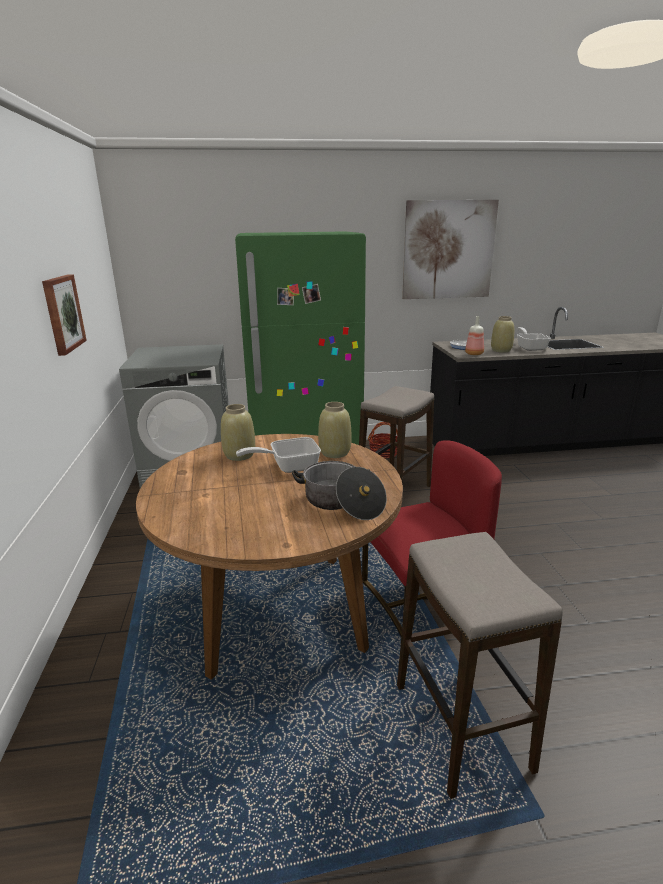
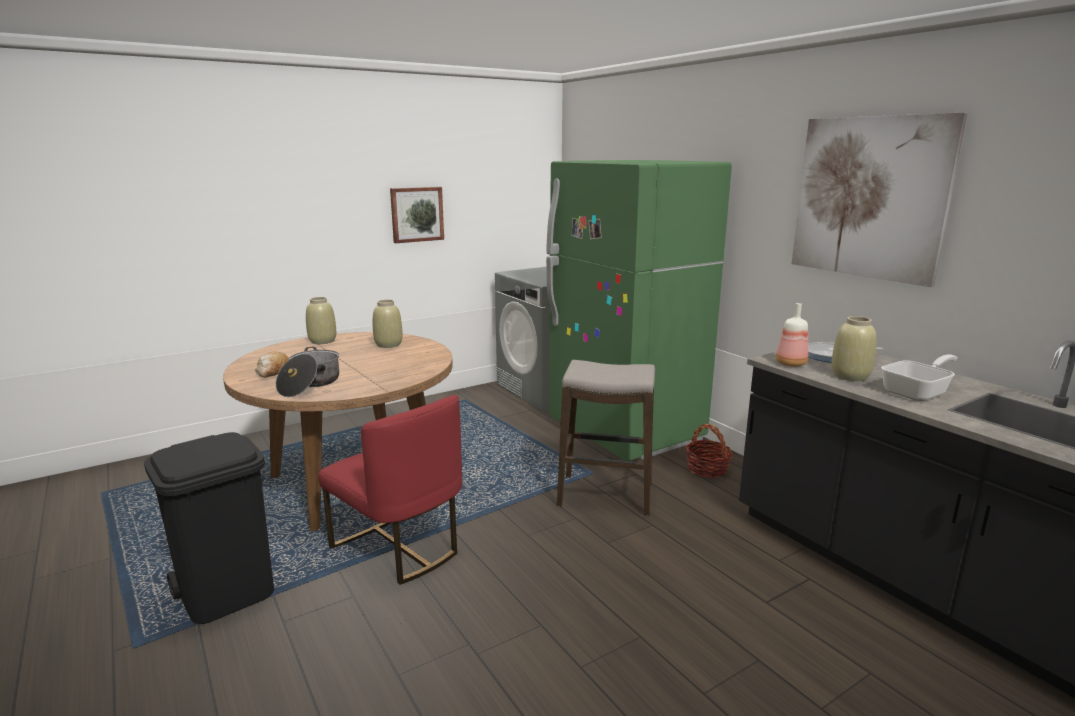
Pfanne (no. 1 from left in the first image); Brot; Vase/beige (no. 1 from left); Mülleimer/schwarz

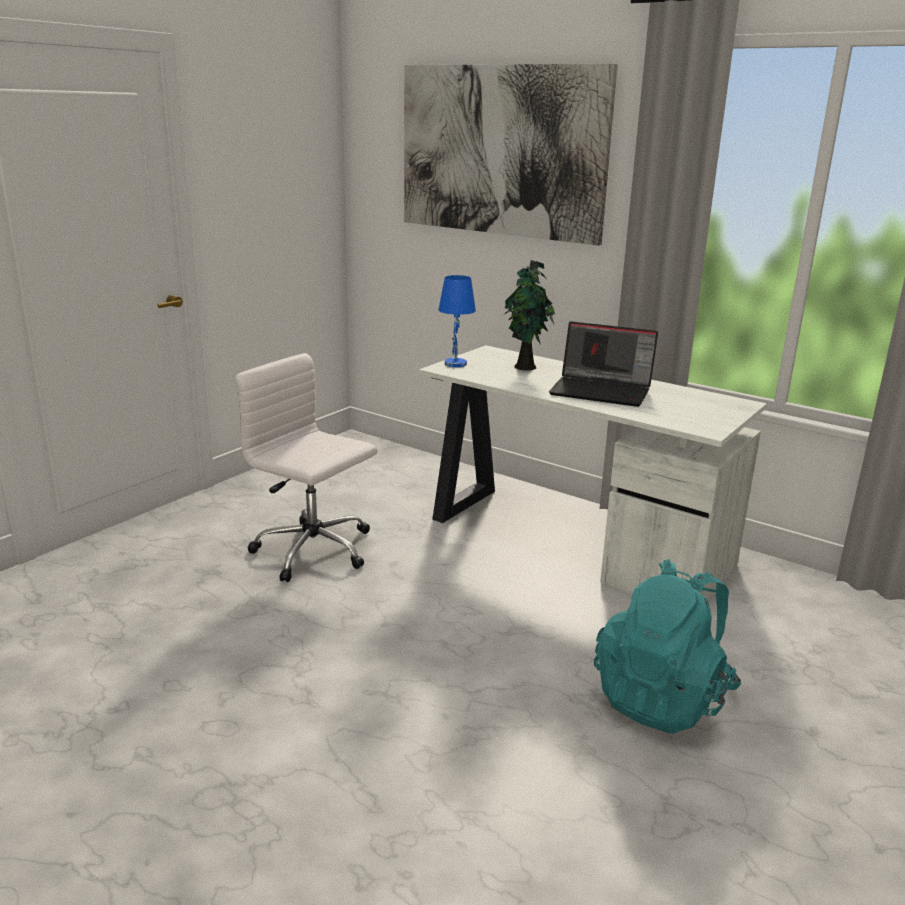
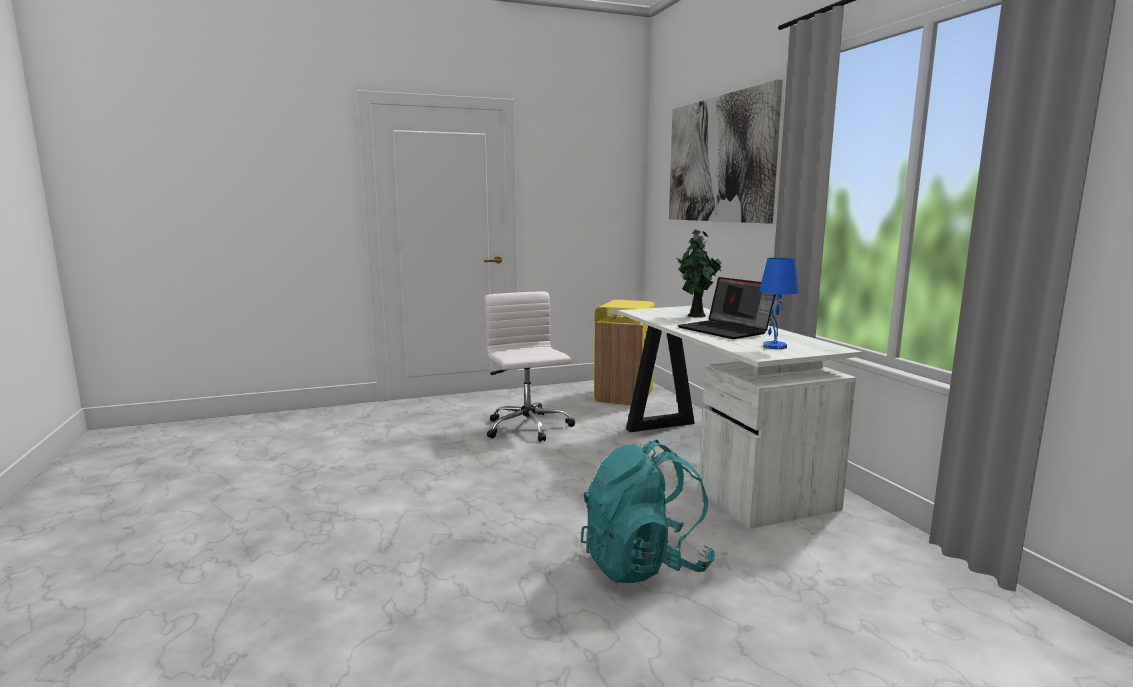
Mülleimer/gelb; Tischlampe/blau

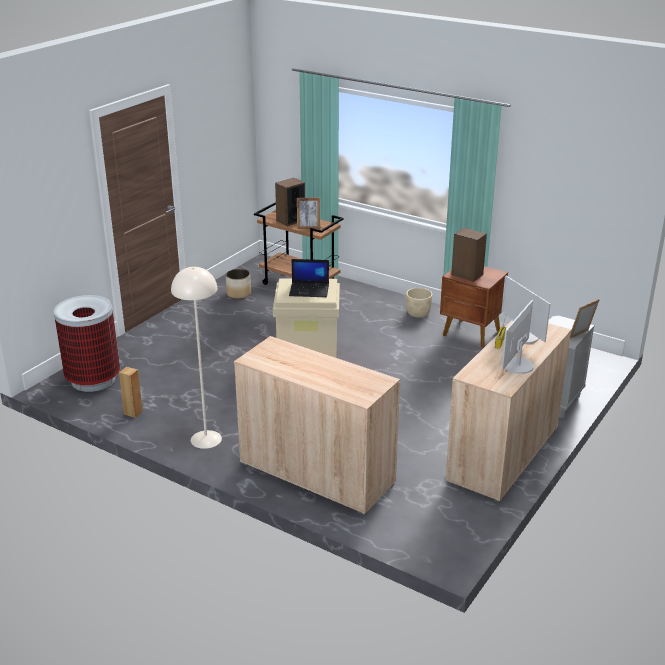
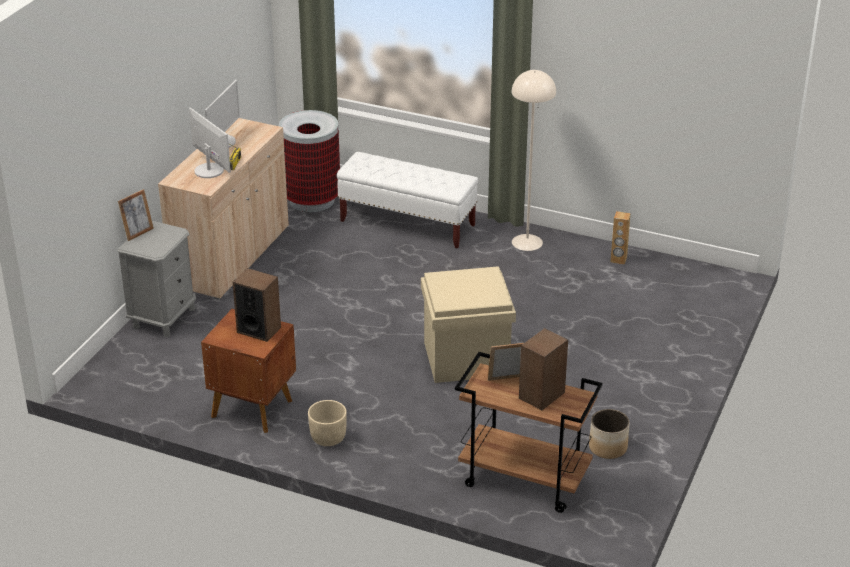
Laptop; Mülleimer; Bank/weiß

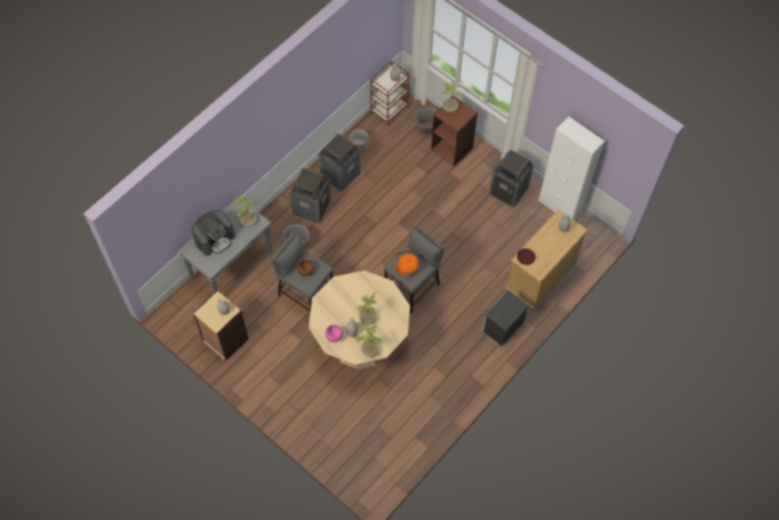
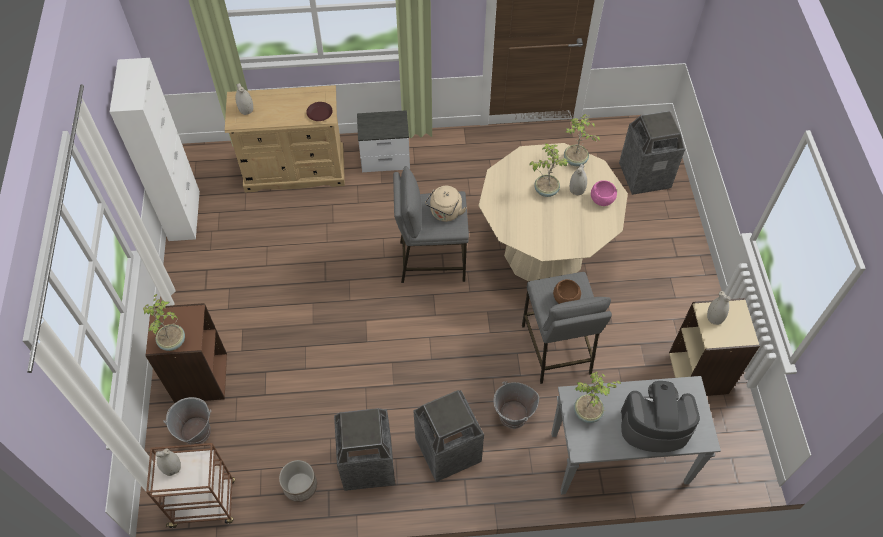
Mülleimer (no. 3 from left); Wasserkessel/beige

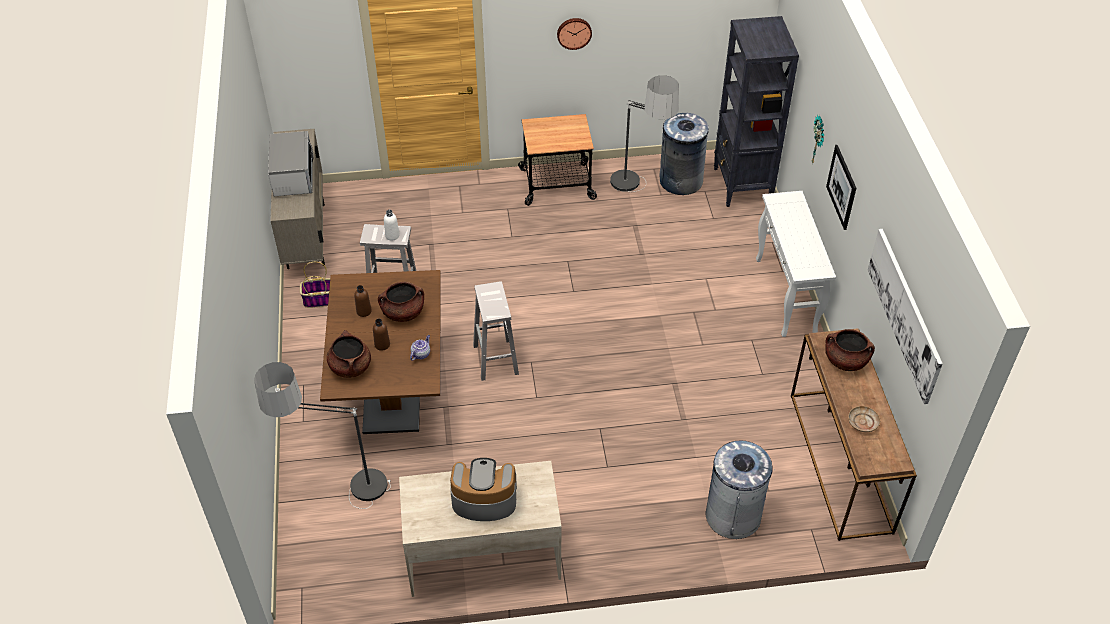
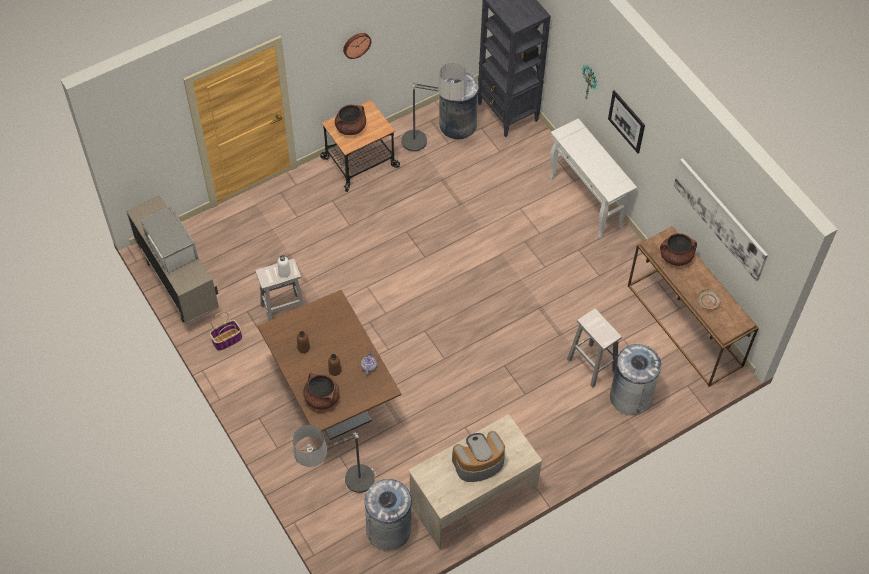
Mülleimer/grau (no. 1 from left); Kochtopf/braun (no. 2 from left); Hocker/weiß (no. 2 from left)

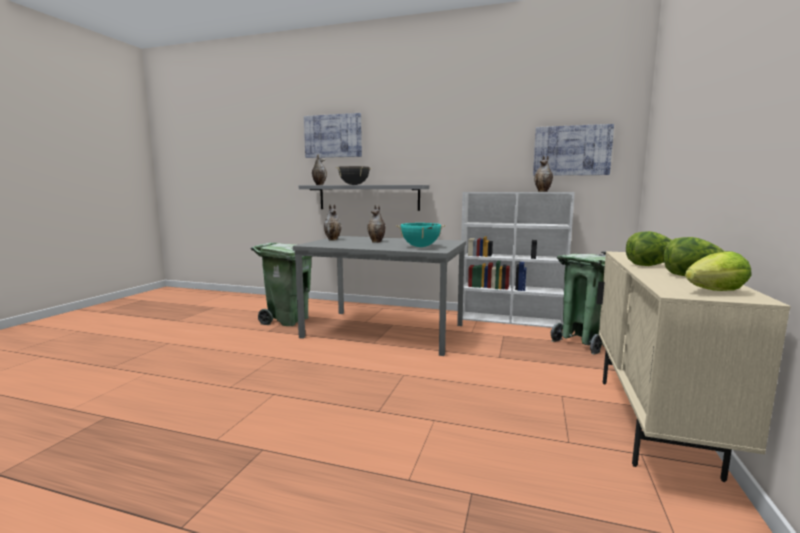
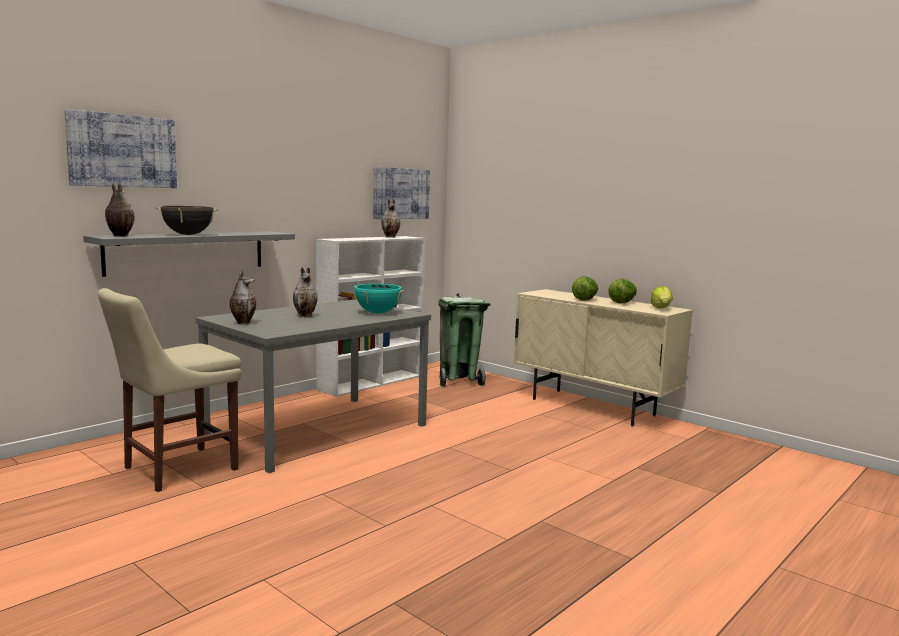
Stuhl/beige

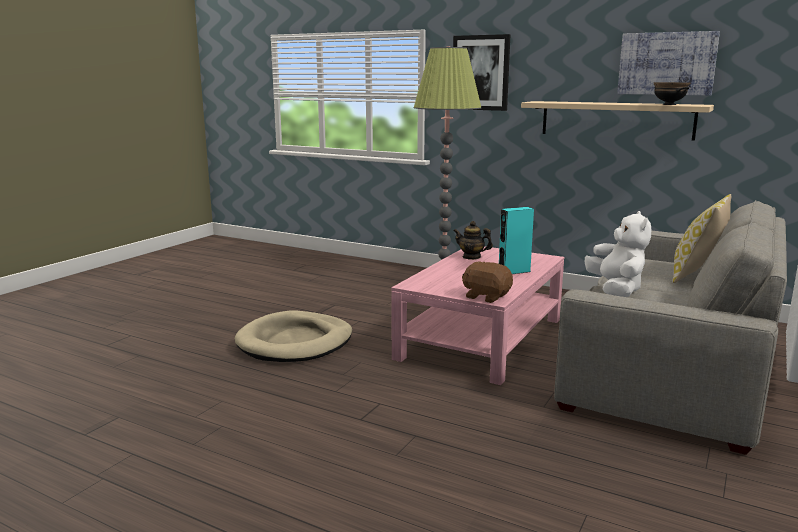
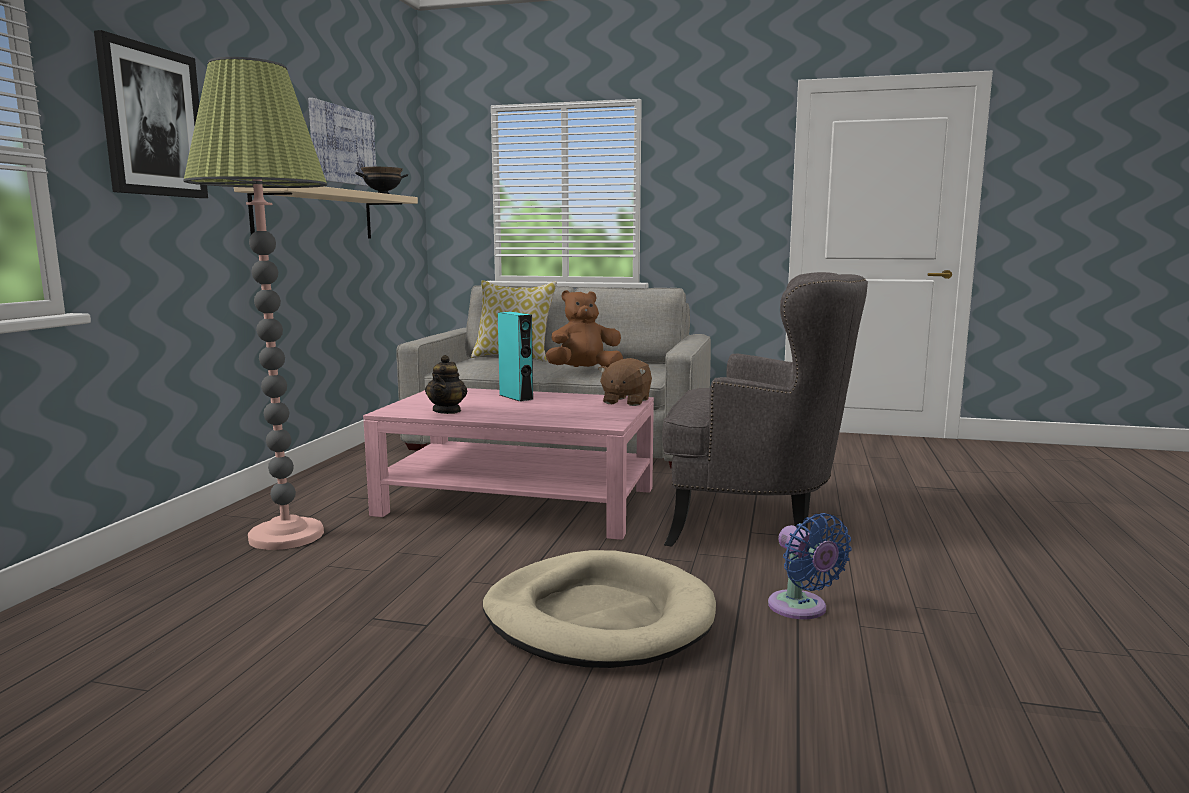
Sessel/grau; Ventilator/blau; Plüschtier/braun (no. 1 from left)

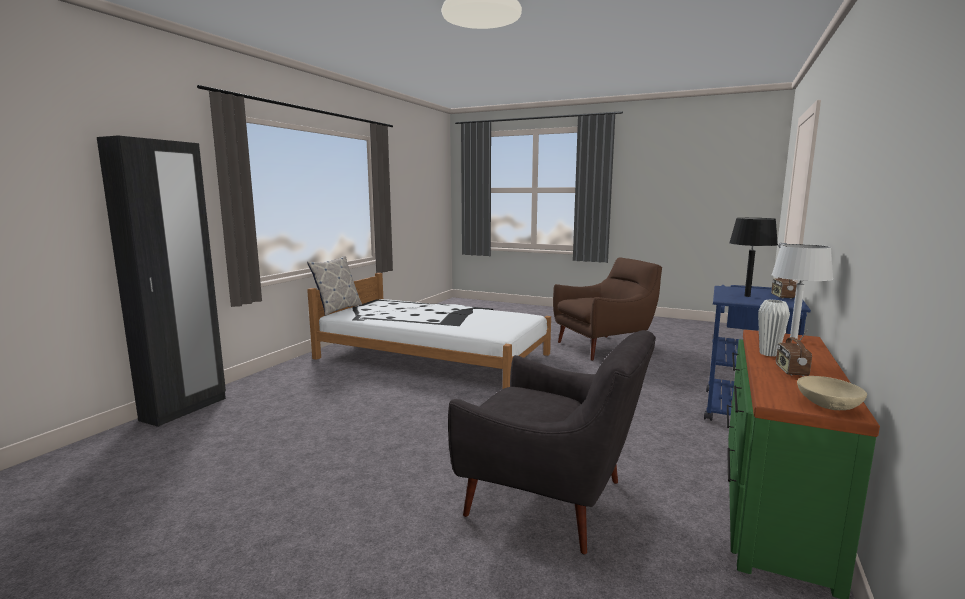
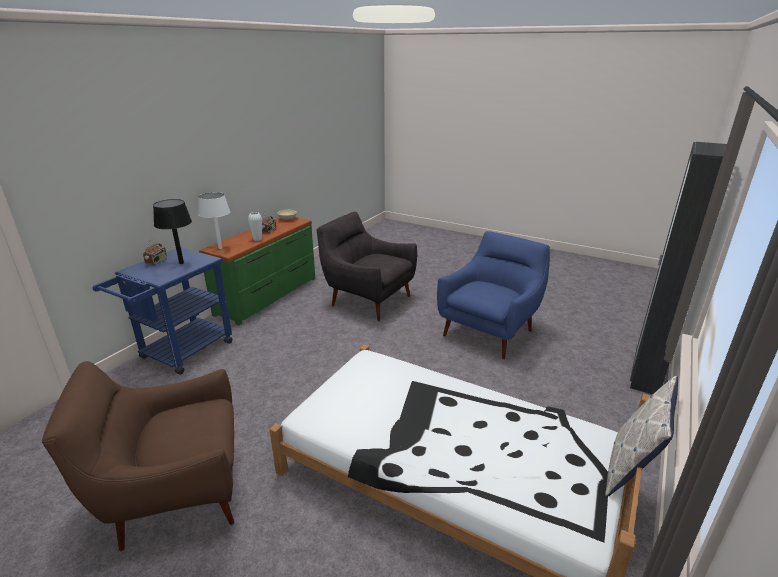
Sessel/blau

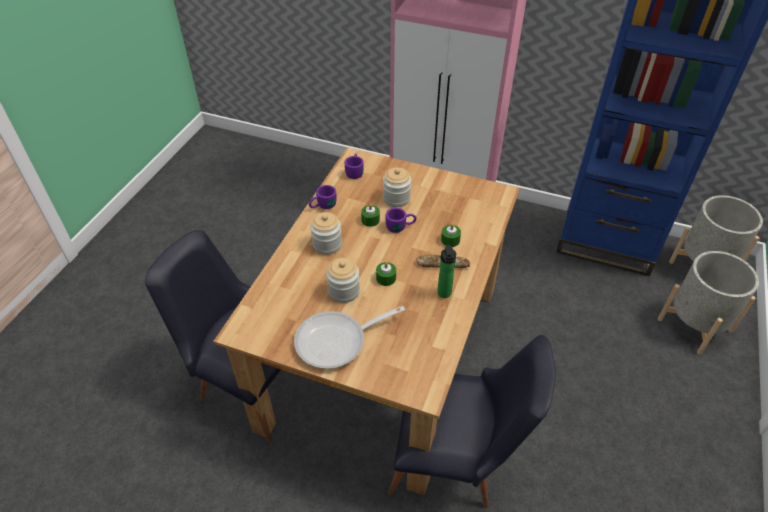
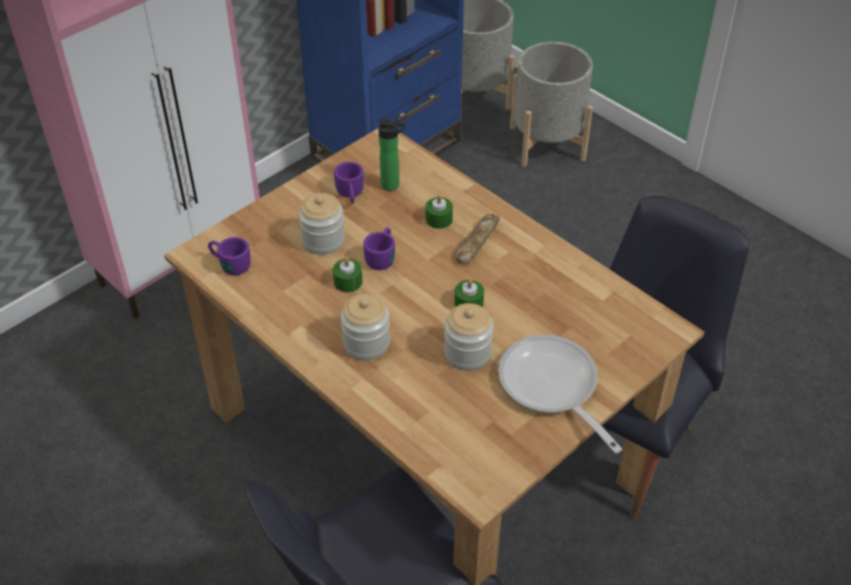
Henkelbecher/lila (no. 2 from left); Flasche; Pfanne

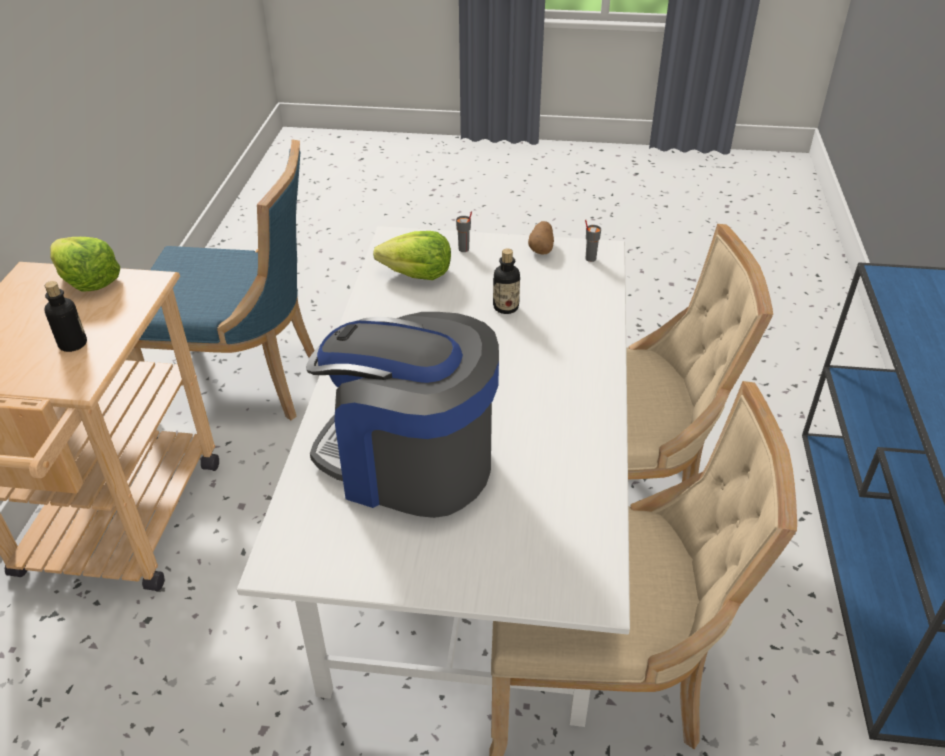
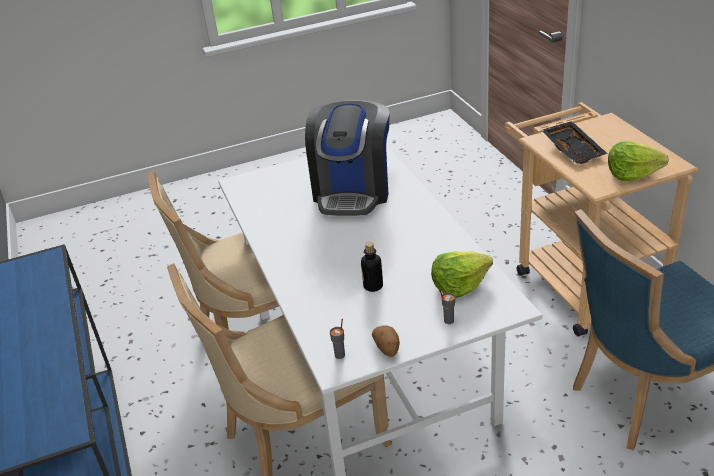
Tablett/schwarz; Kaffeemaschine

